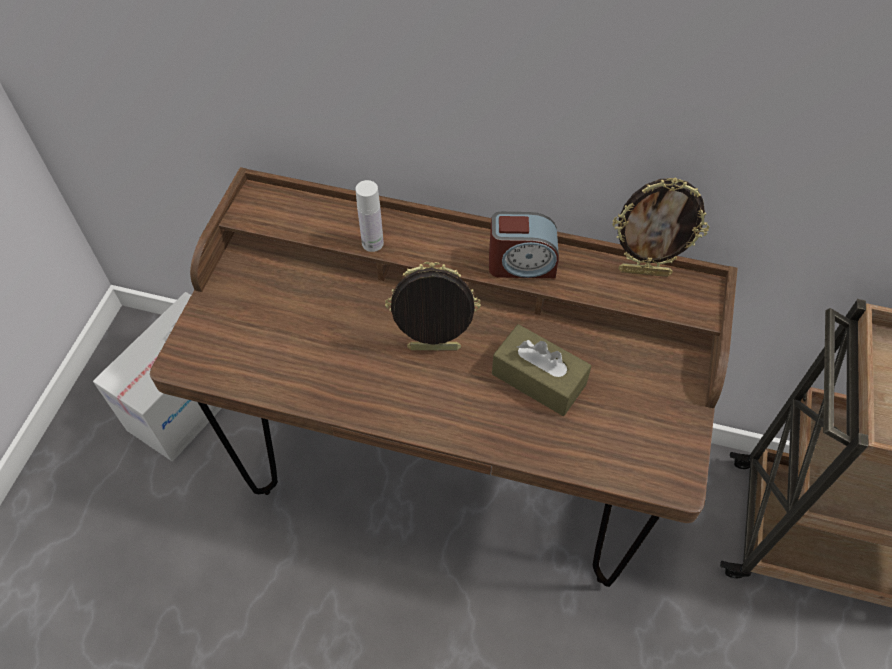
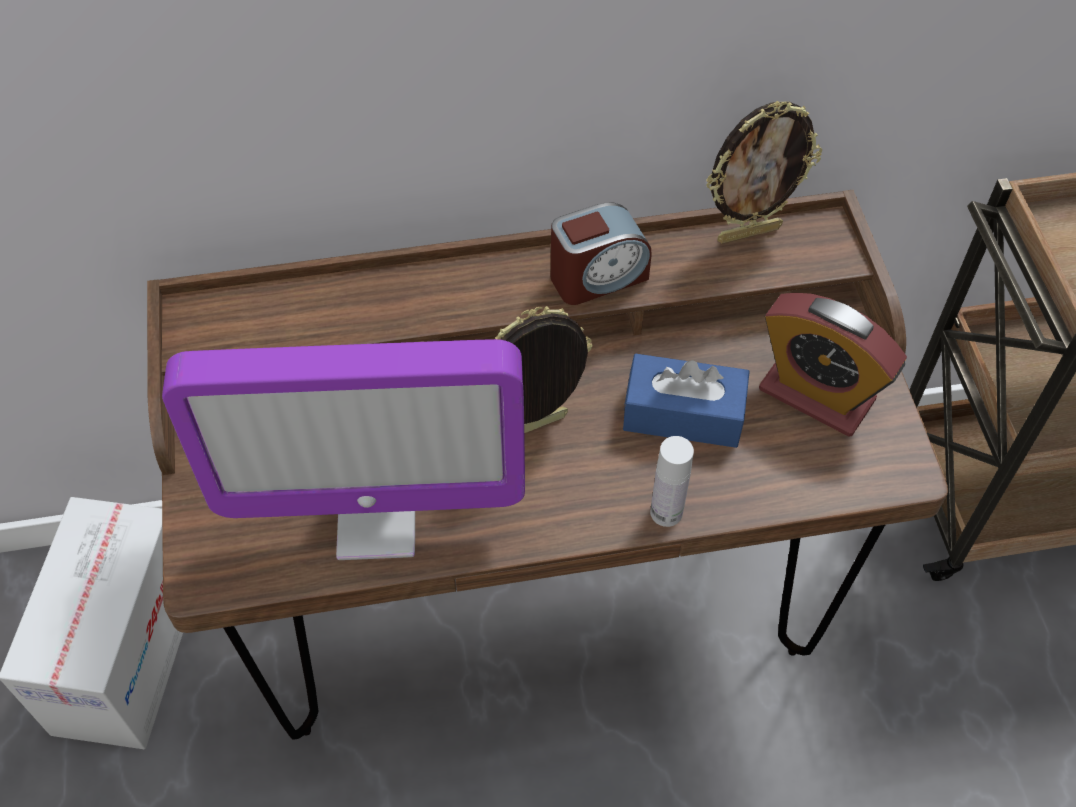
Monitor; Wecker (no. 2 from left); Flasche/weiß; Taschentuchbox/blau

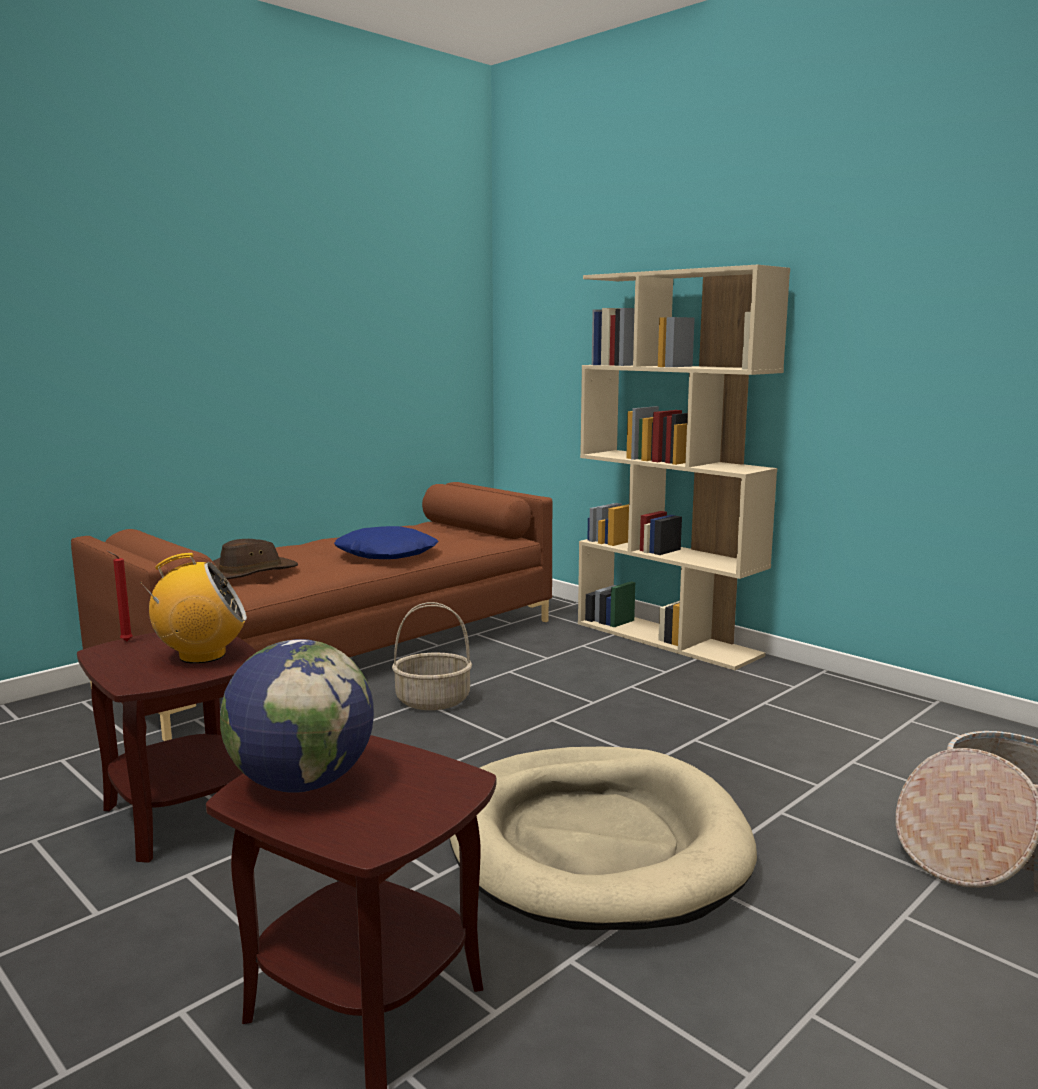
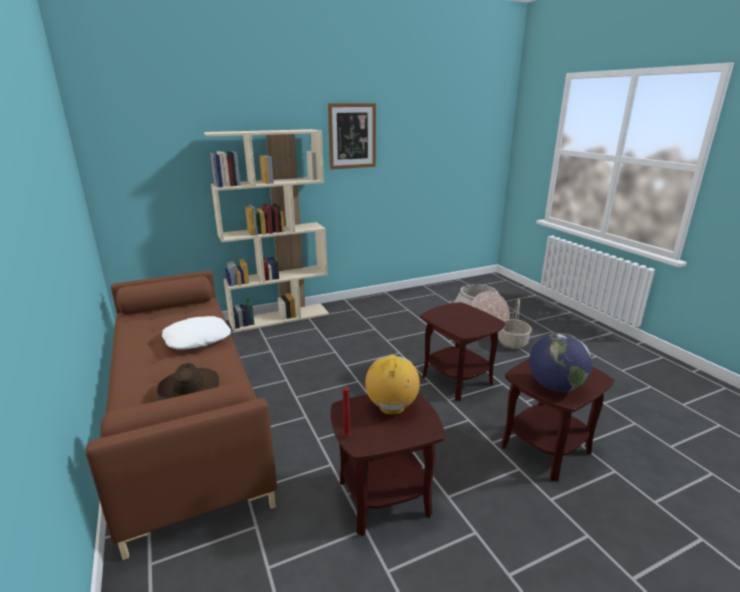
Bild; Korb (no. 2 from left); Beistelltisch/braun (no. 2 from left); Kissen/weiß

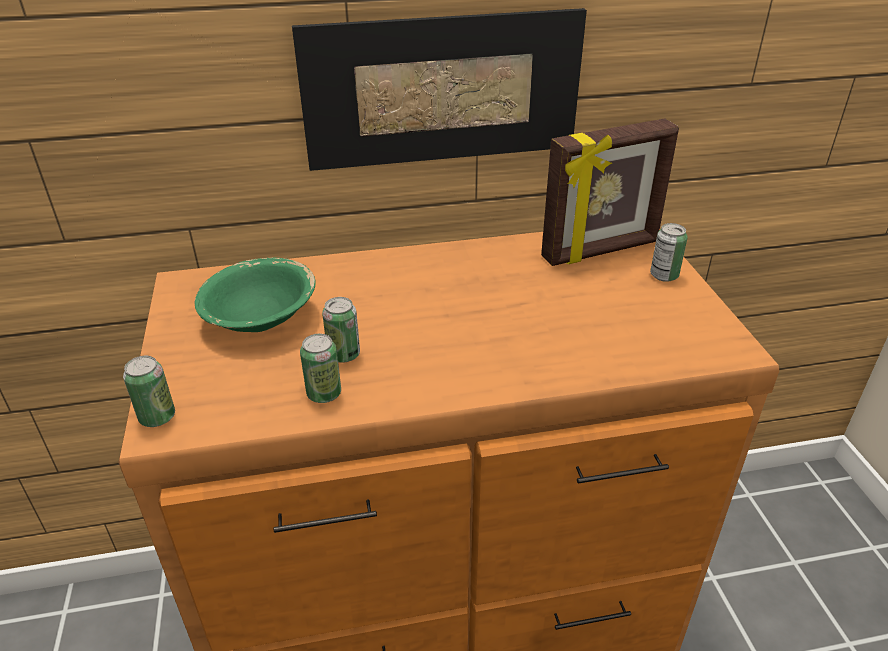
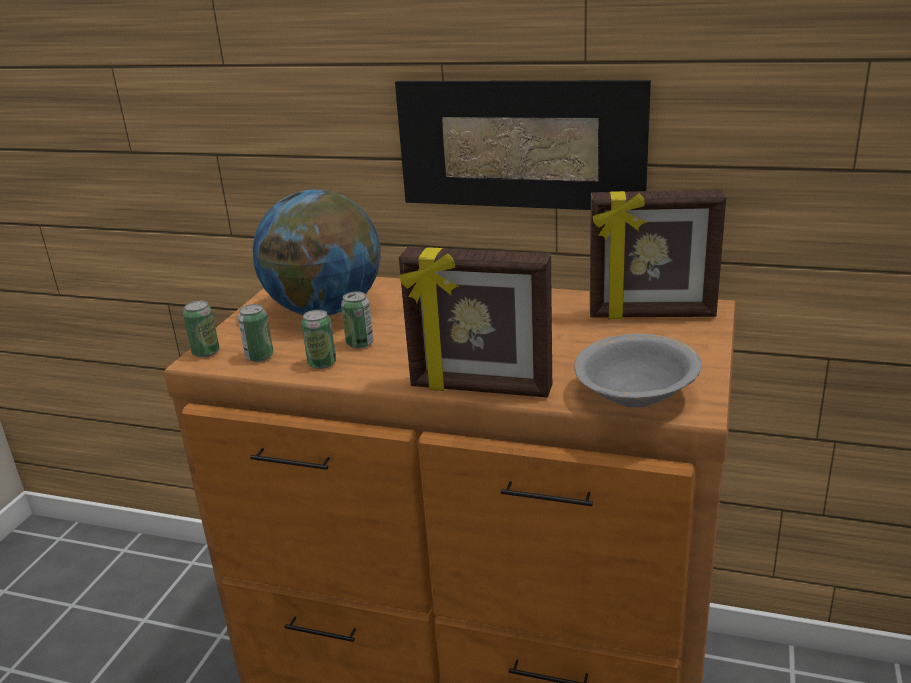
Bilderrahmen (no. 1 from left); Schüssel/grau; Dose (no. 2 from left); Globus

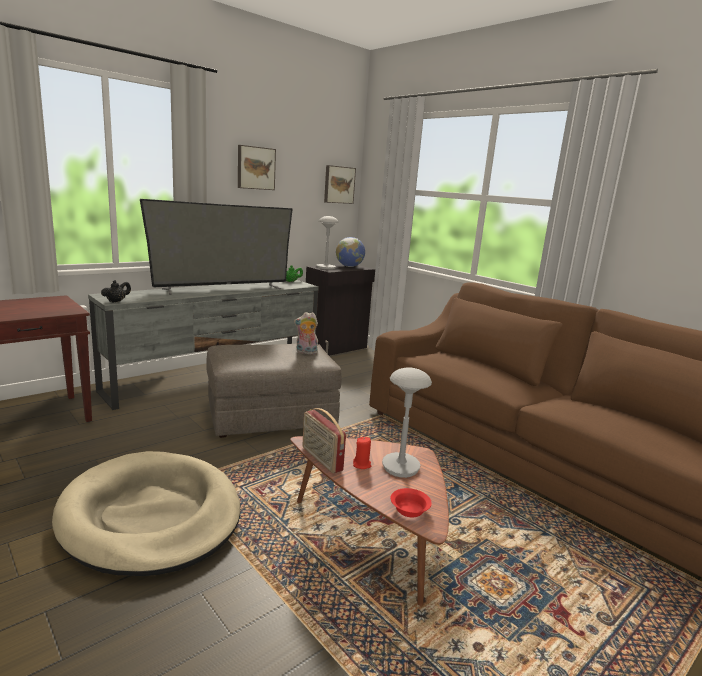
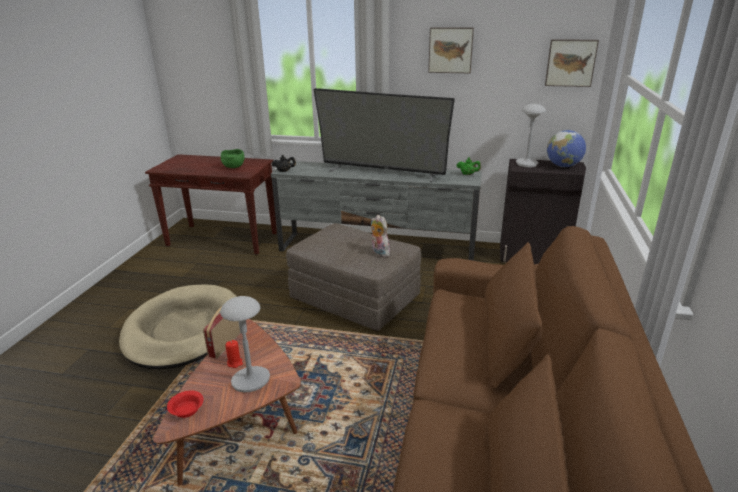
Schüssel/grün

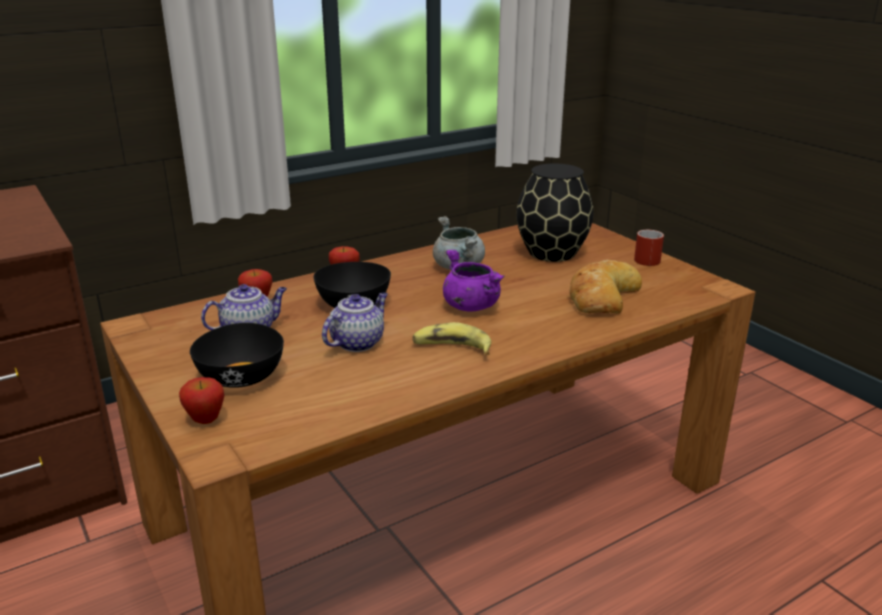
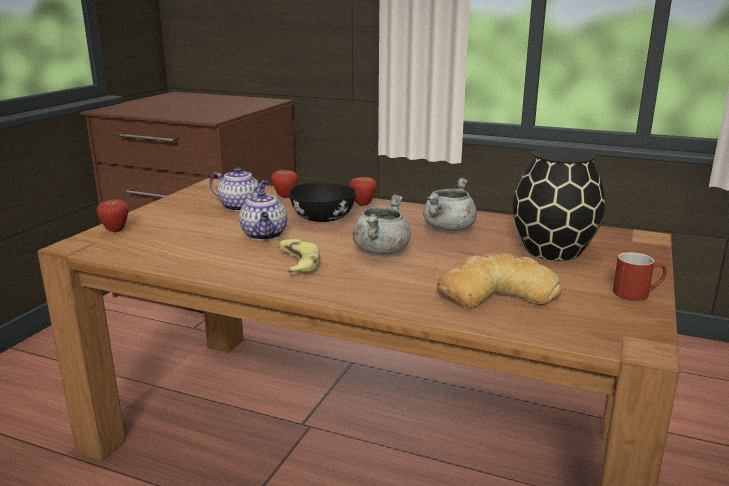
Schüssel/schwarz (no. 1 from left in the first image); Kochtopf/grau (no. 1 from left); Teekanne (no. 2 from left)

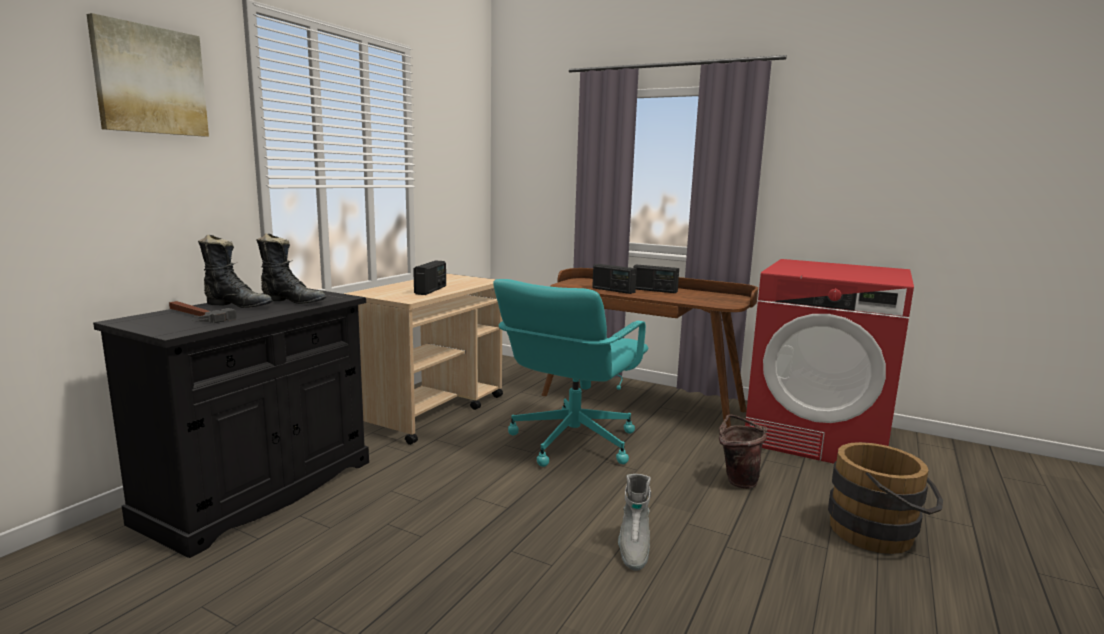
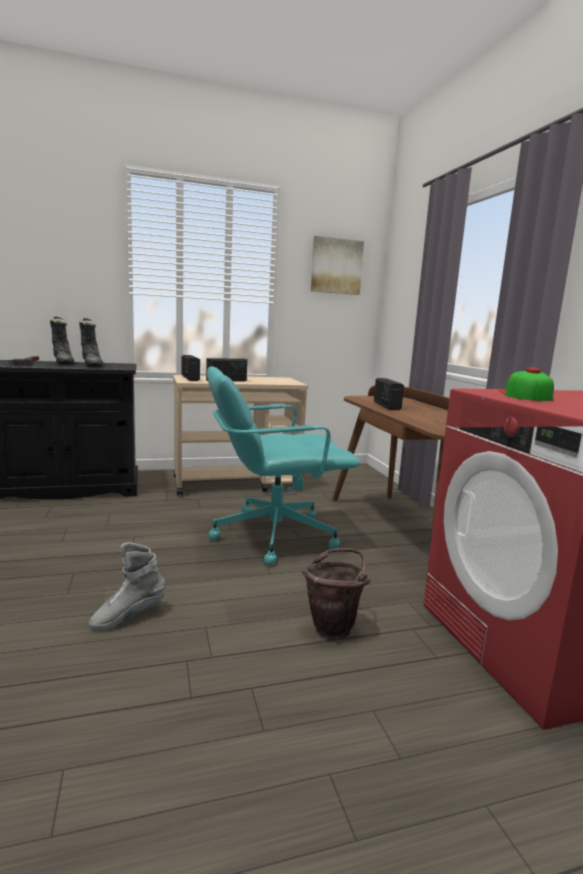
Eimer/braun (no. 2 from left in the first image); Kappe; Bild; Radio (no. 1 from left)

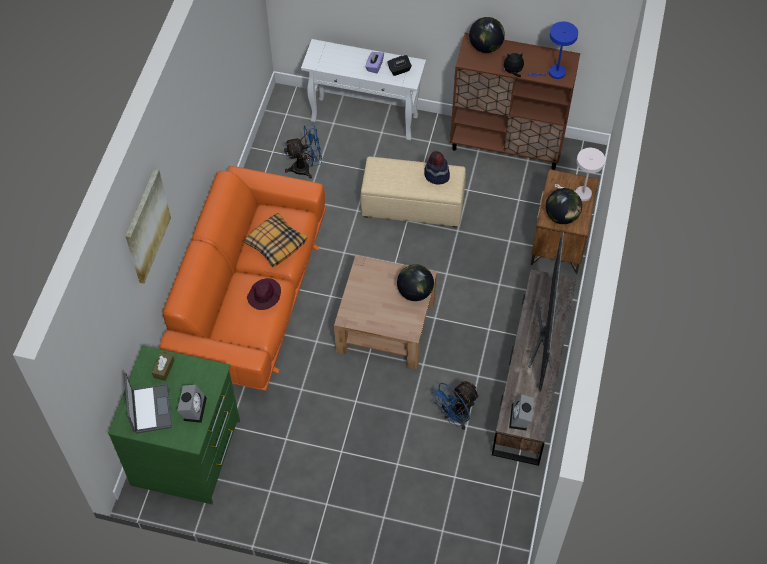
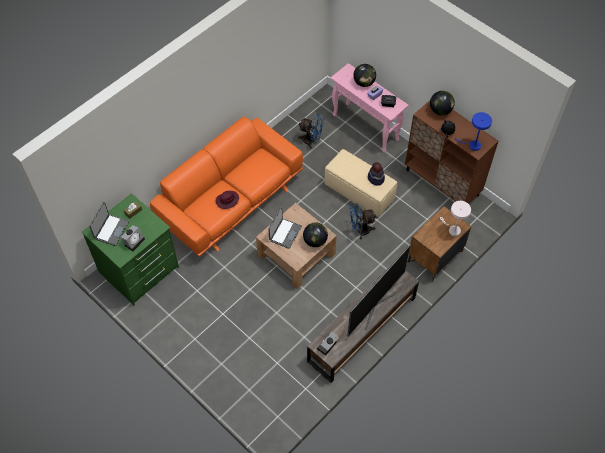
Bild; Kissen; Laptop (no. 2 from left); Ventilator/blau (no. 2 from left); Globus (no. 2 from left); Konsolentisch/rosa

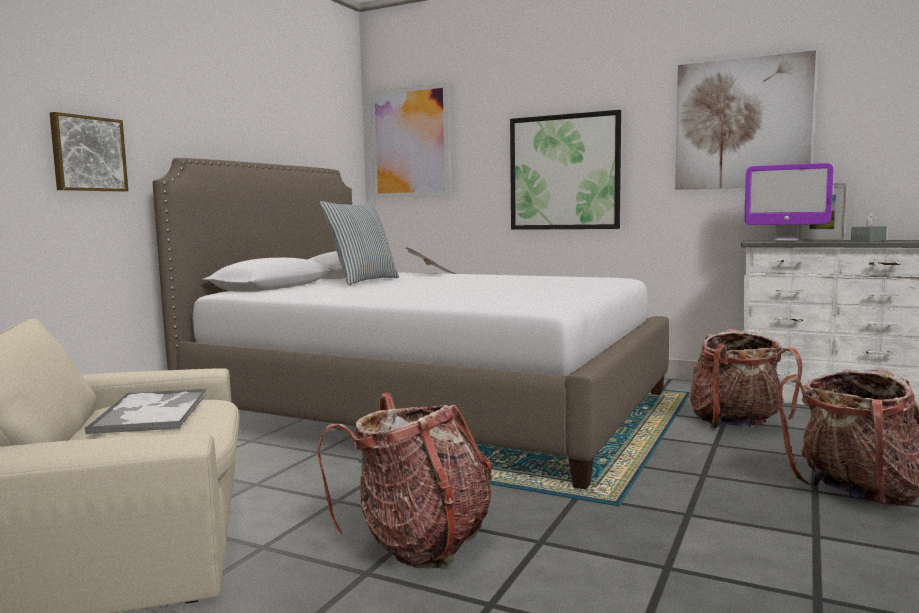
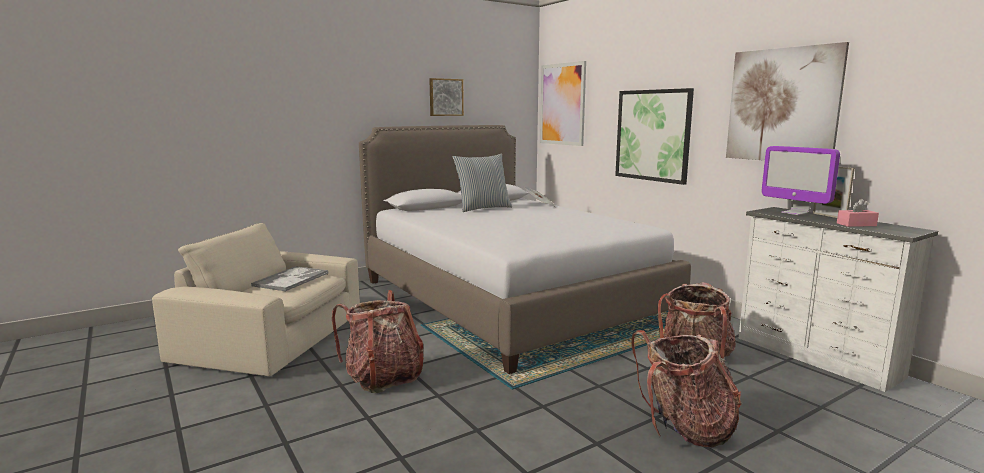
Bild (no. 1 from left); Taschentuchbox/rosa

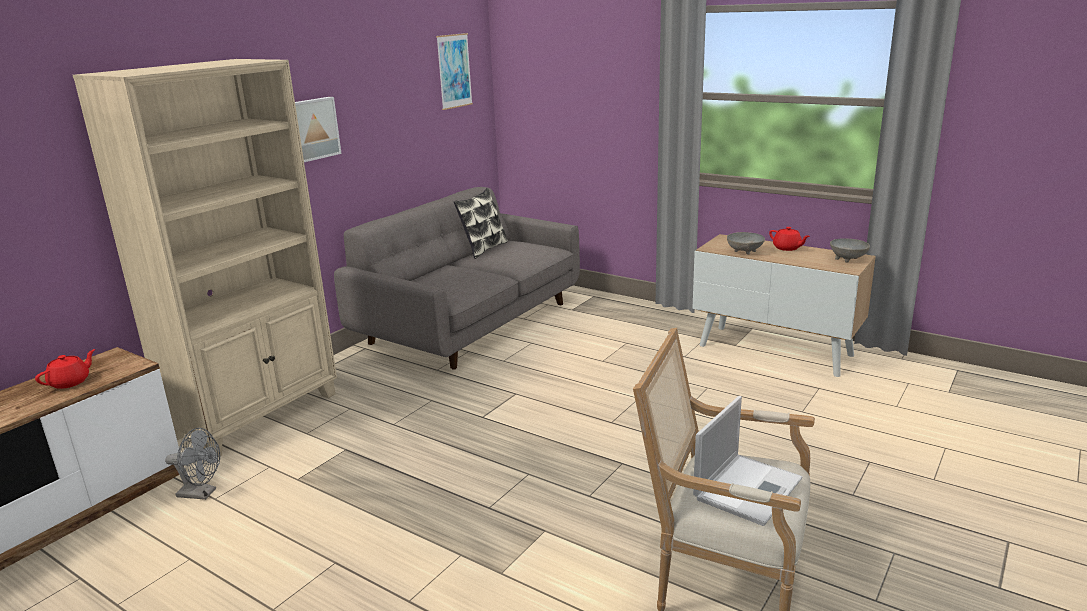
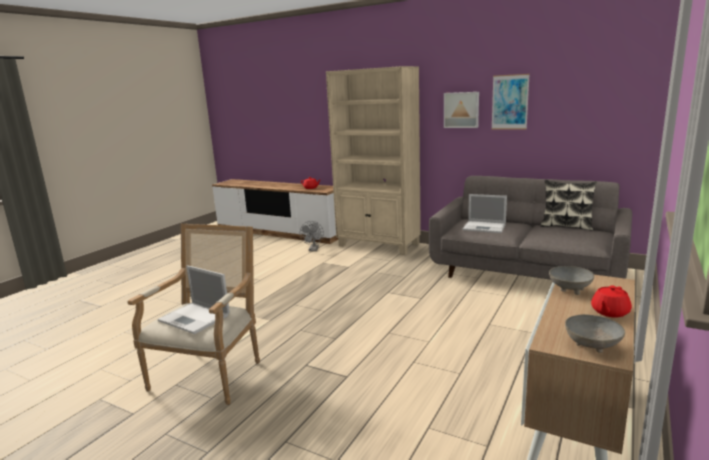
Laptop (no. 2 from left); Bild (no. 2 from left)

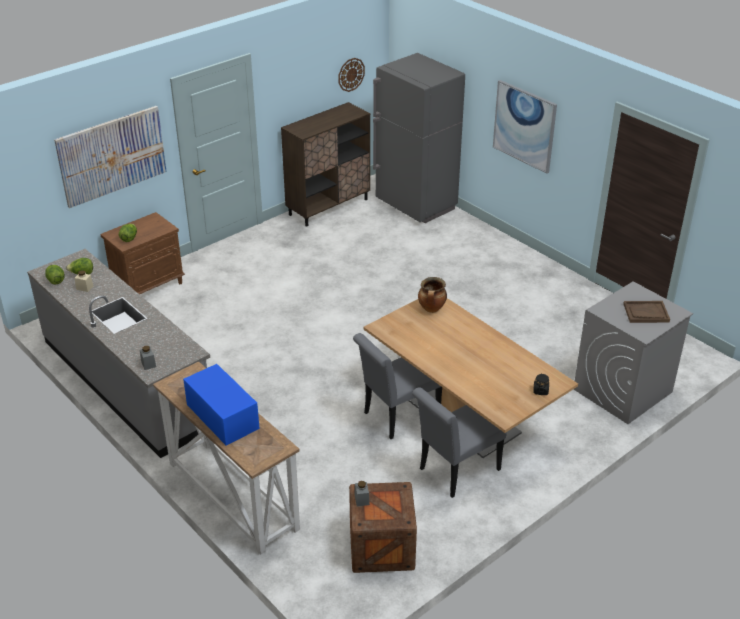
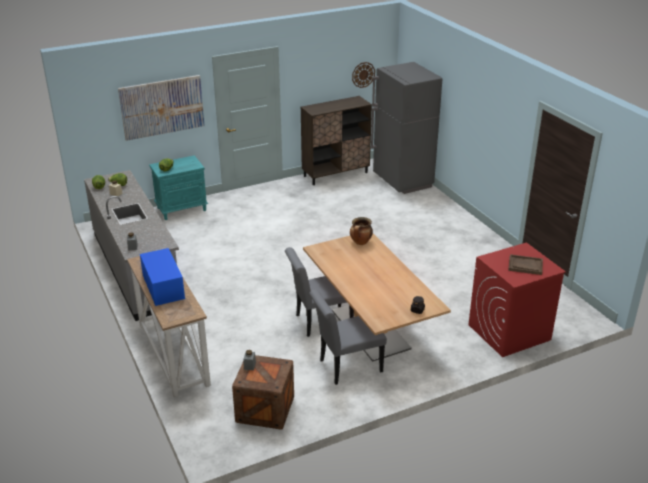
Bild (no. 2 from left in the first image); Nachttisch/türkis; Waschmaschine/rot

